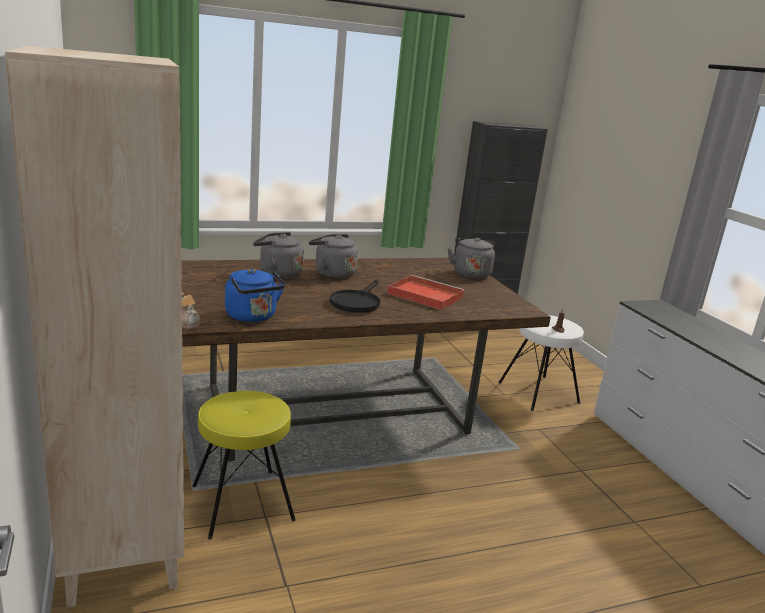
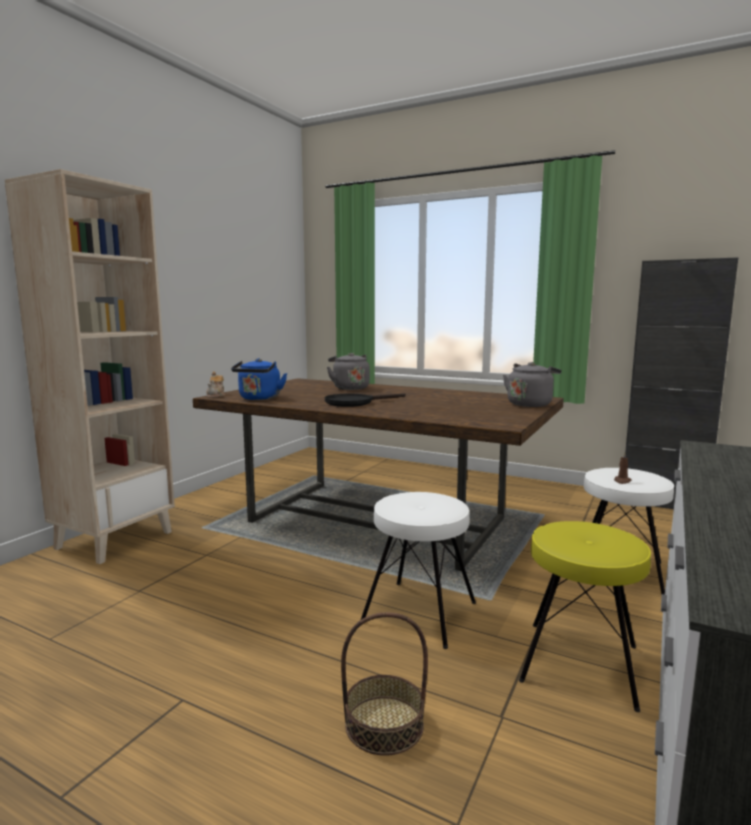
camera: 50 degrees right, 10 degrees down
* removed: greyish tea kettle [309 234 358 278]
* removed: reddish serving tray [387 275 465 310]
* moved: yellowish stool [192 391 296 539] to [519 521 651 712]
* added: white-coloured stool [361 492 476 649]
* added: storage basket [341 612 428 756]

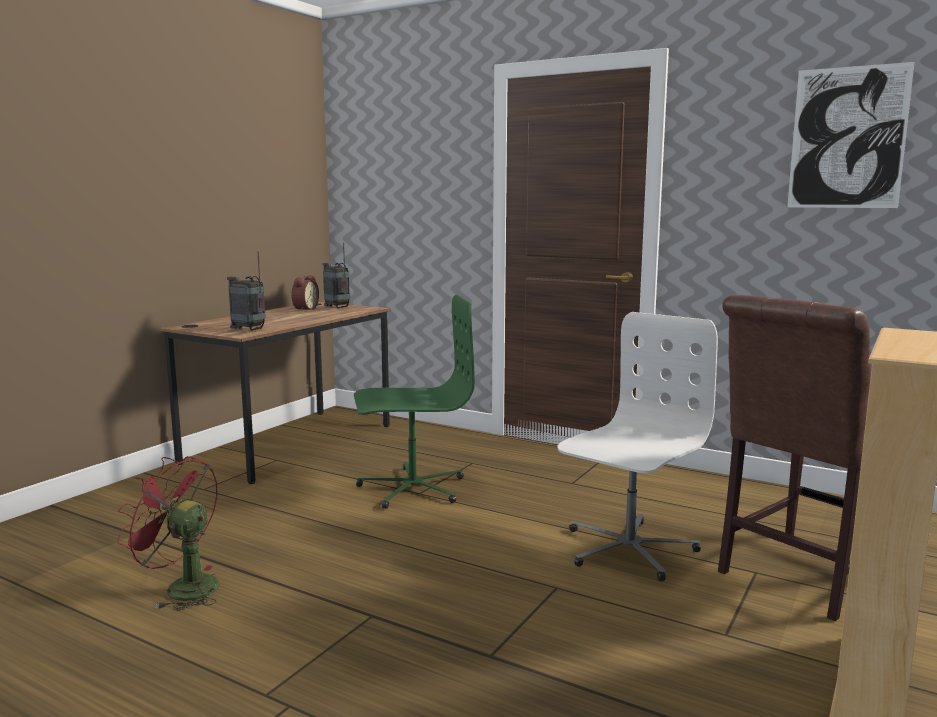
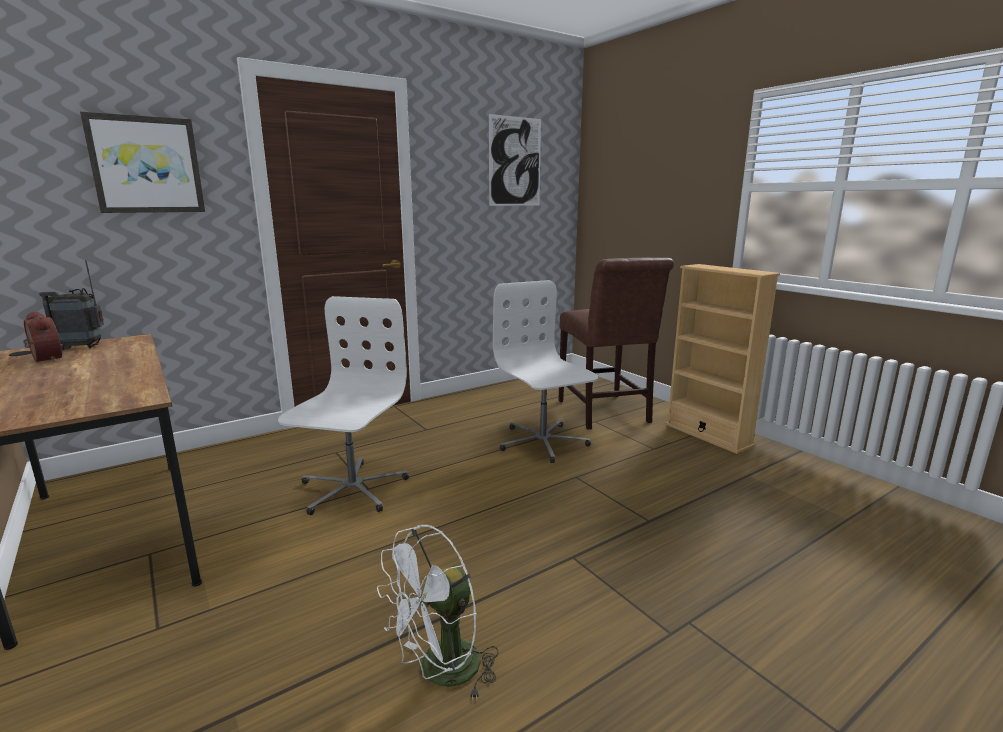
camera: 65 degrees left, 5 degrees up
* removed: radio receiver [227 252 266 331]
* recoloured: greenish office chair [354 294 475 509] to white-coloured office chair [278 296 409 515]
* recoloured: reddish fan [117 456 220 611] to white-coloured fan [377 525 499 701]
* added: wall picture [80 112 205 213]

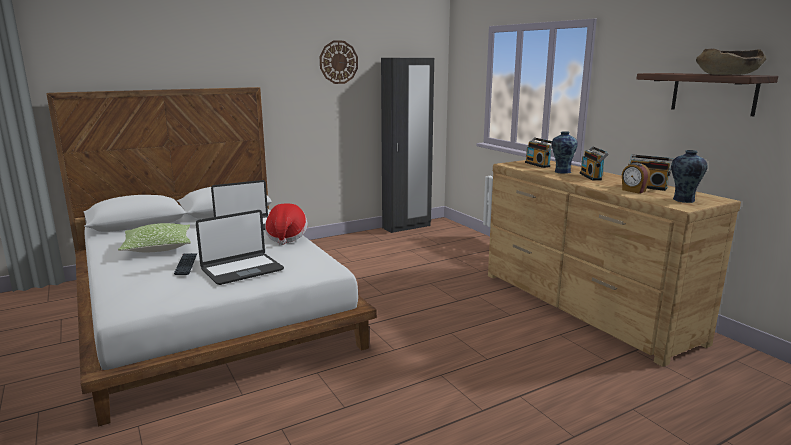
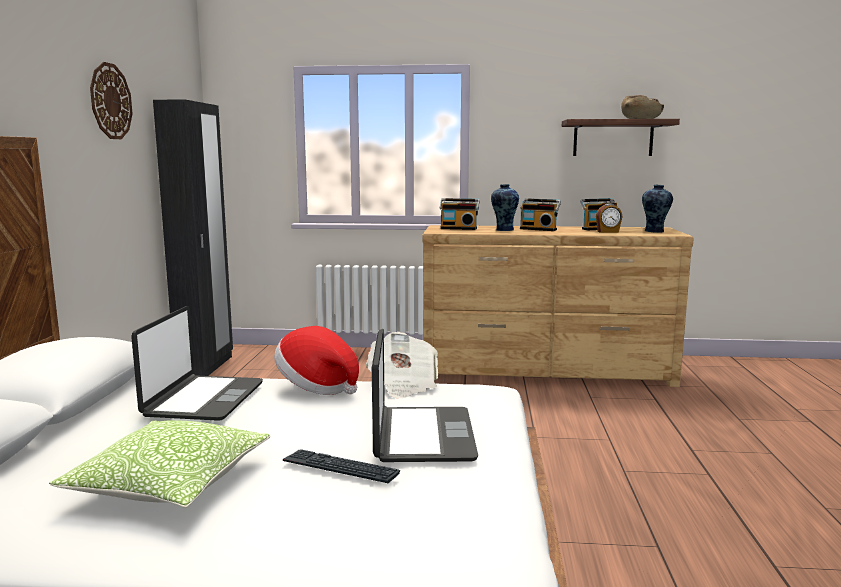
camera: 55 degrees left, 5 degrees down
* added: daily paper [366 332 438 399]

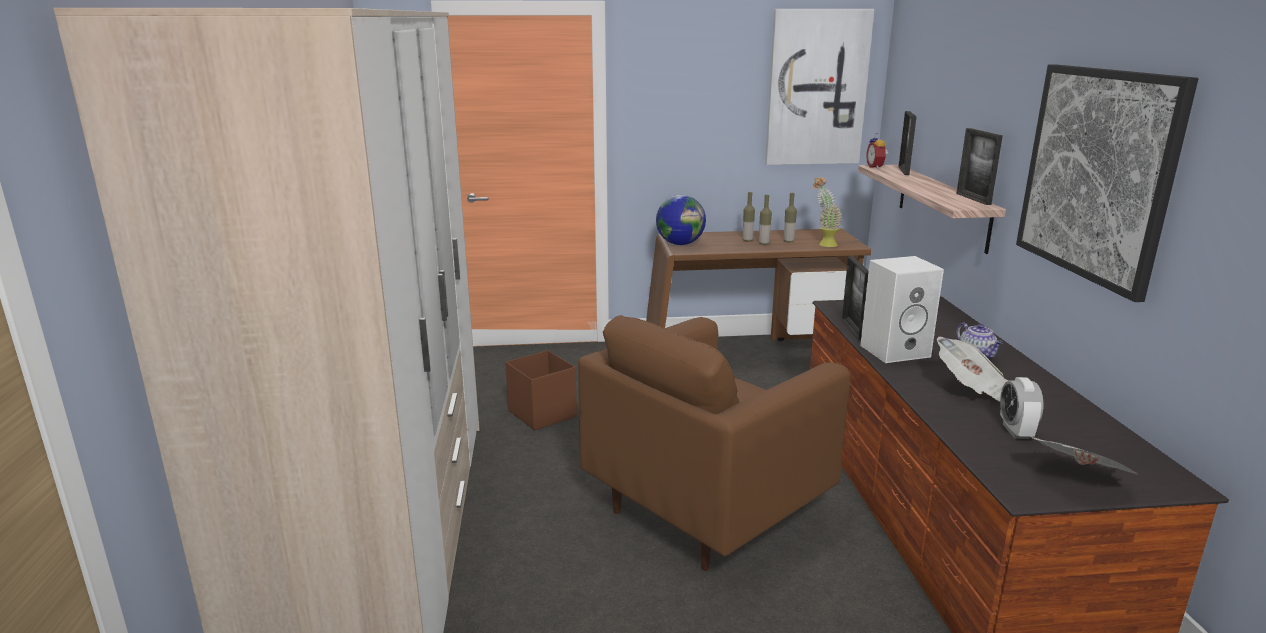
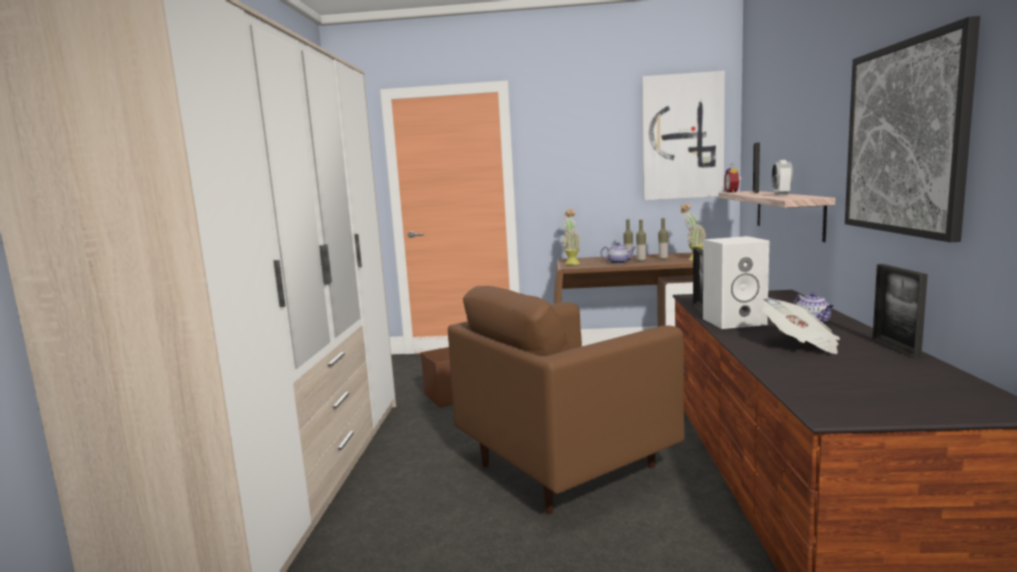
camera: 10 degrees right, 10 degrees down
* moved: picture frame [957 128 1003 205] to [872 264 928 359]
* replaced: desk globe [656 195 706 245] to potted plant [562 209 581 265]
* moved: bedside clock [1000 377 1043 439] to [772 160 793 195]
* removed: daily paper [1031 437 1139 475]
* added: tea pot [601 242 636 264]

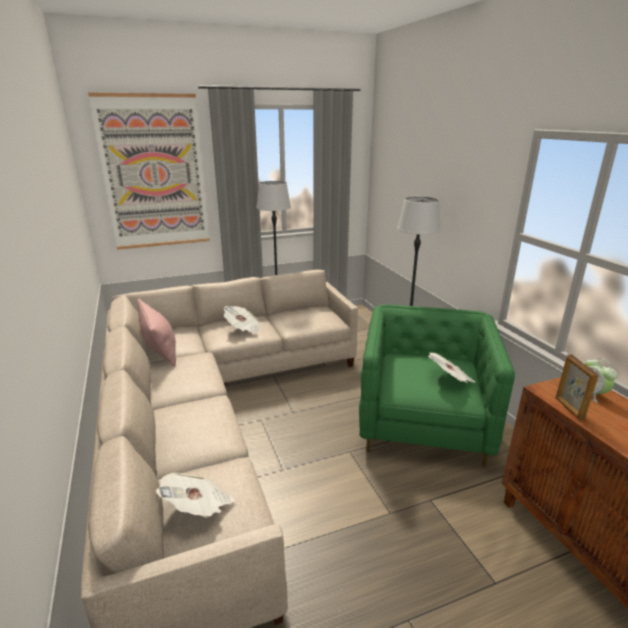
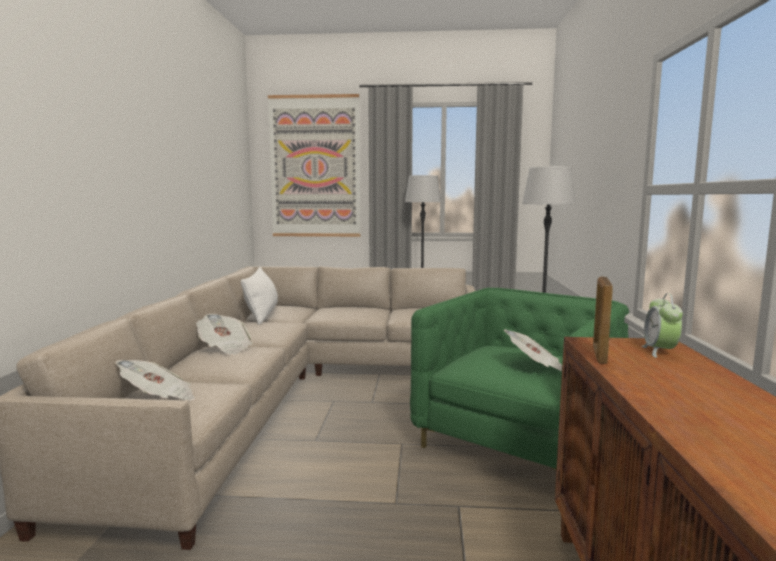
camera: 25 degrees right, 15 degrees down
* recoloured: pinkish throw pillow [137 299 176 367] to white-coloured throw pillow [241 267 278 325]
* moved: daily paper [224 306 261 334] to [196 313 253 355]

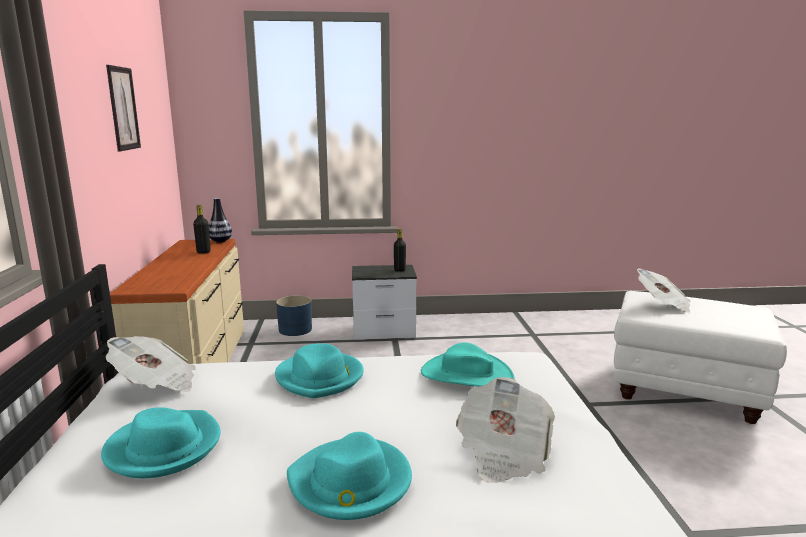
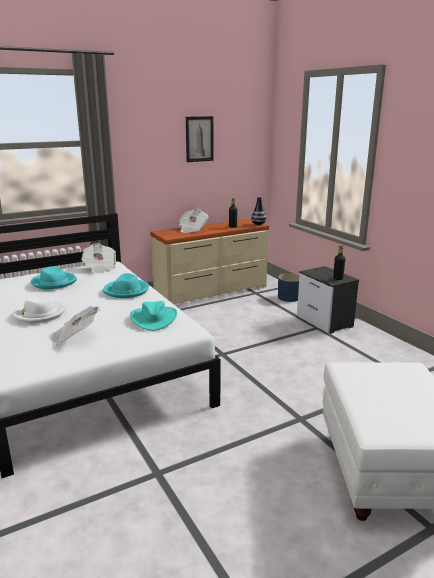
camera: 65 degrees right, 5 degrees up
* moved: daily paper [637 268 691 313] to [179 209 209 233]
* recoloured: turquoise-coloured hat [287 432 412 520] to white-coloured hat [13 297 66 323]

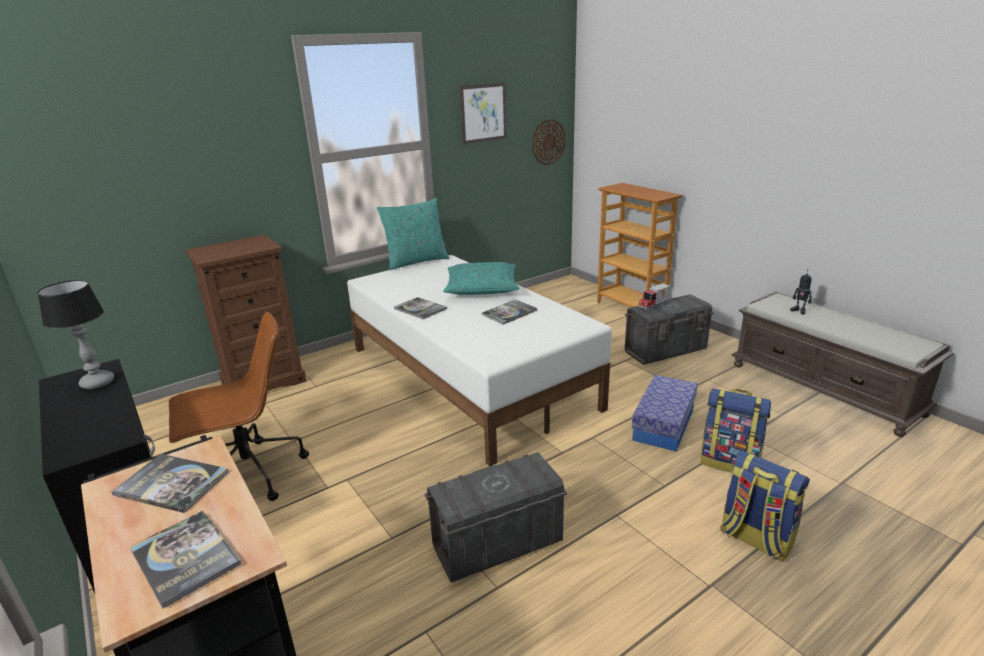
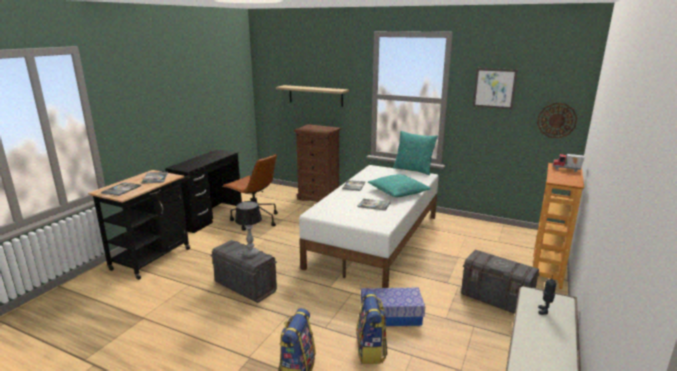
camera: 60 degrees right, 5 degrees down
* moved: table lamp [38 280 114 389] to [235 201 262 257]
* moved: toy lorry [638 283 670 312] to [553 154 585 172]
* added: bracket shelf [276 85 349 107]

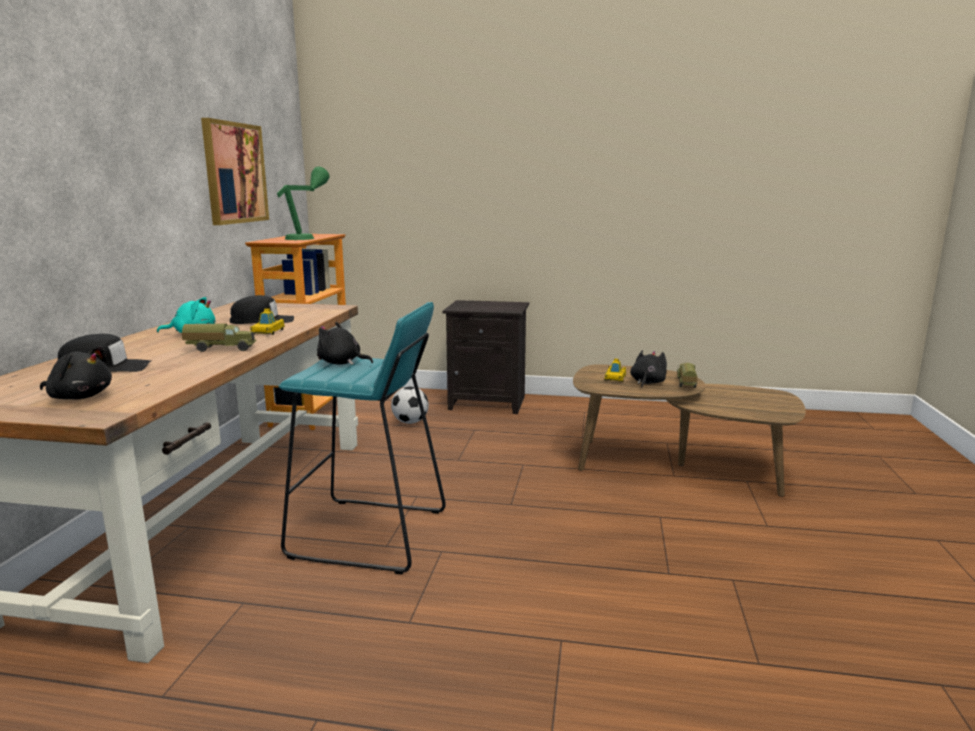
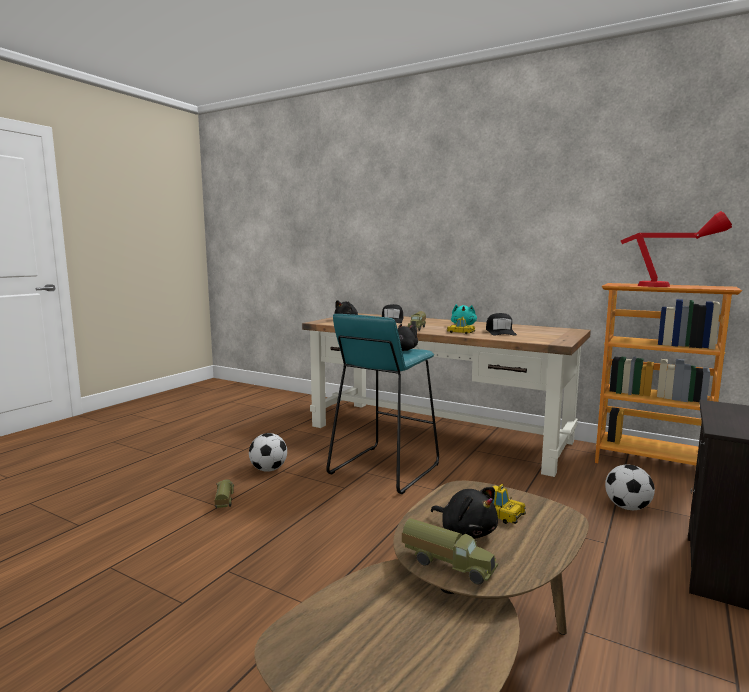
camera: 110 degrees right, 5 degrees down
* removed: wall picture [201 118 269 225]
* recoloured: greenish table lamp [277 166 329 240] to reddish table lamp [620 211 732 287]
* added: ball for football [249 433 287 472]
* added: toy lorry [215 479 234 508]

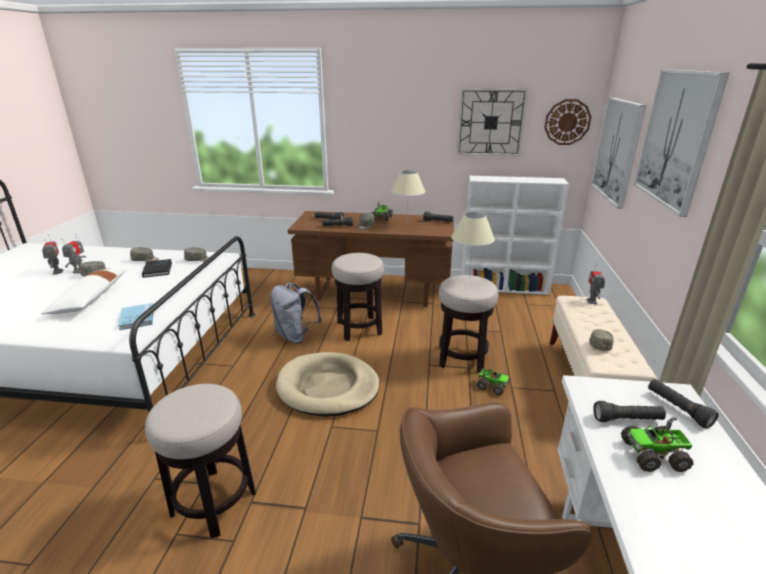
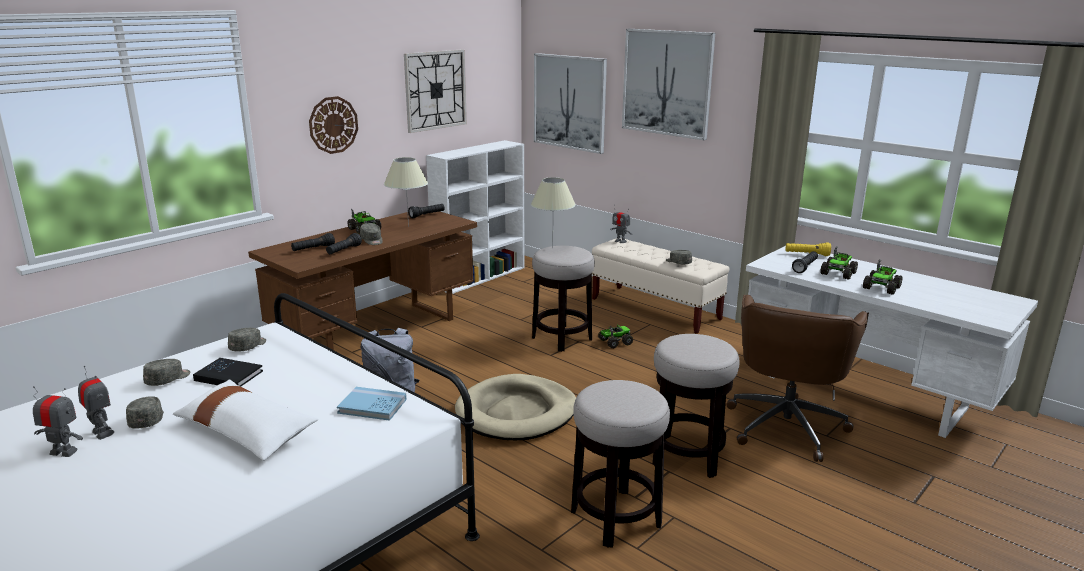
camera: 55 degrees left, 5 degrees down
* moved: wall clock [545 99 591 145] to [309 96 358 154]
* moved: stool [332 253 384 341] to [652 334 739 478]
* recoloured: blackish hand torch [648 379 719 428] to yellowish hand torch [786 242 831 256]
* added: toy lorry [863 259 903 295]

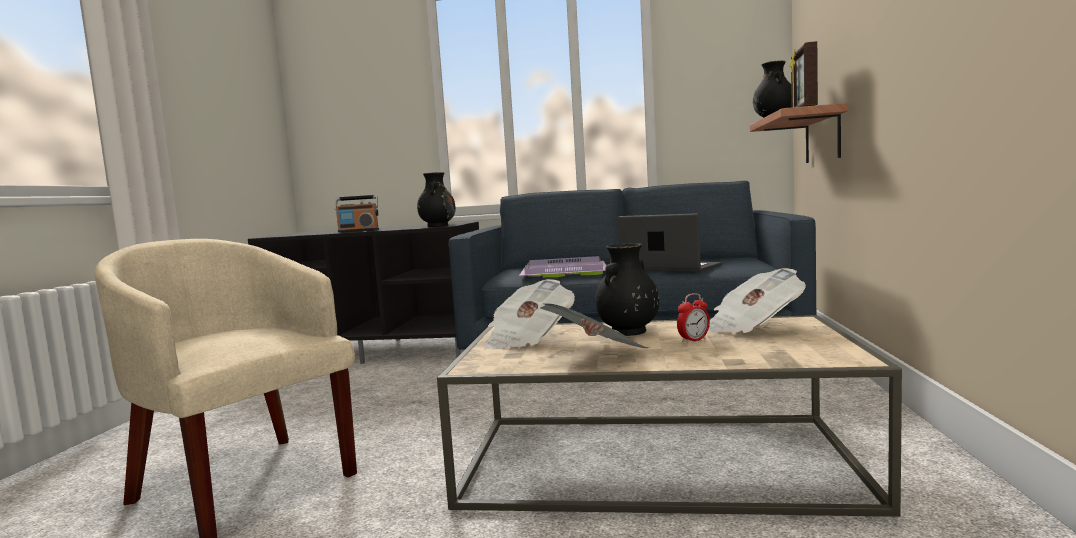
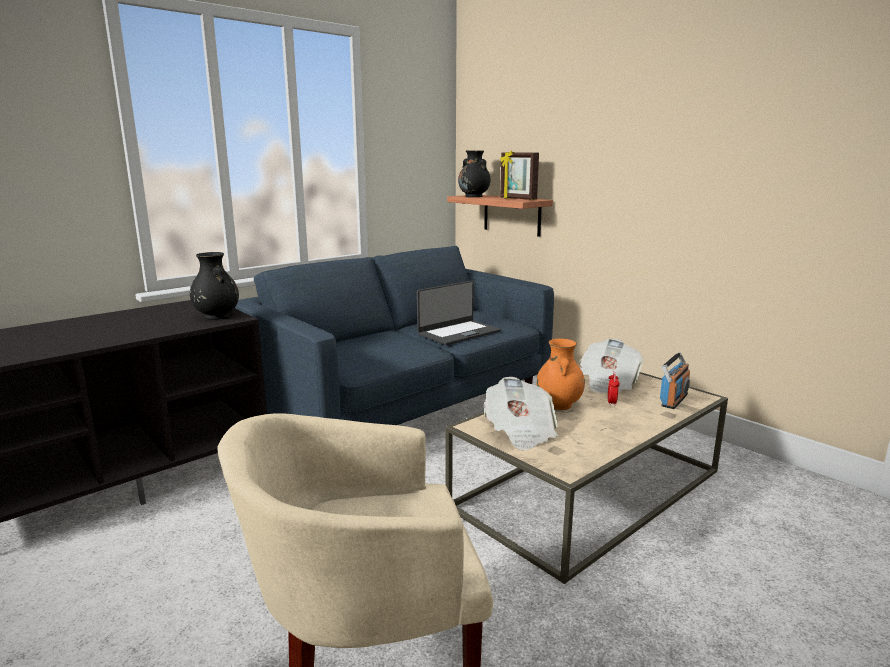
camera: 50 degrees left, 10 degrees up
* moved: radio receiver [335 195 379 233] to [660 352 690 409]
* turned: laptop [617 213 723 272] = [417 281 501 345] 150 degrees clockwise
* recoloured: blackish vase [595 243 659 336] to orange vase [536 339 585 410]
* removed: purple-coloured serving tray [519 256 606 277]
* removed: daily paper [540 303 649 348]

